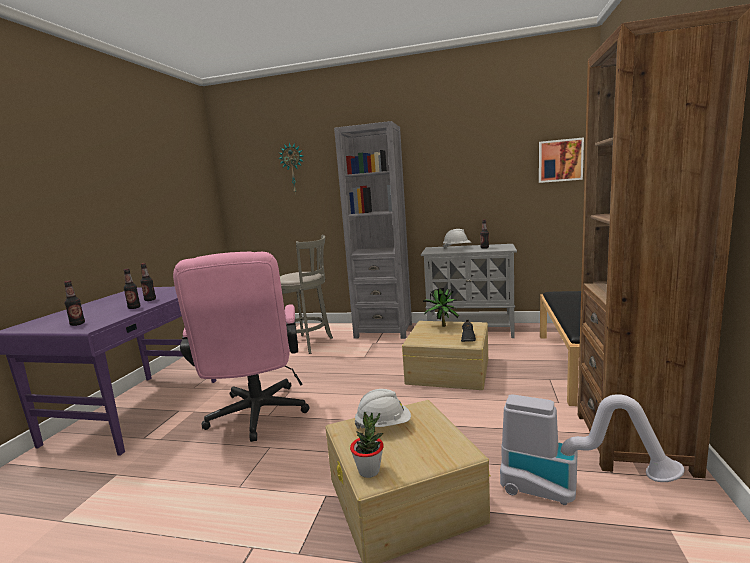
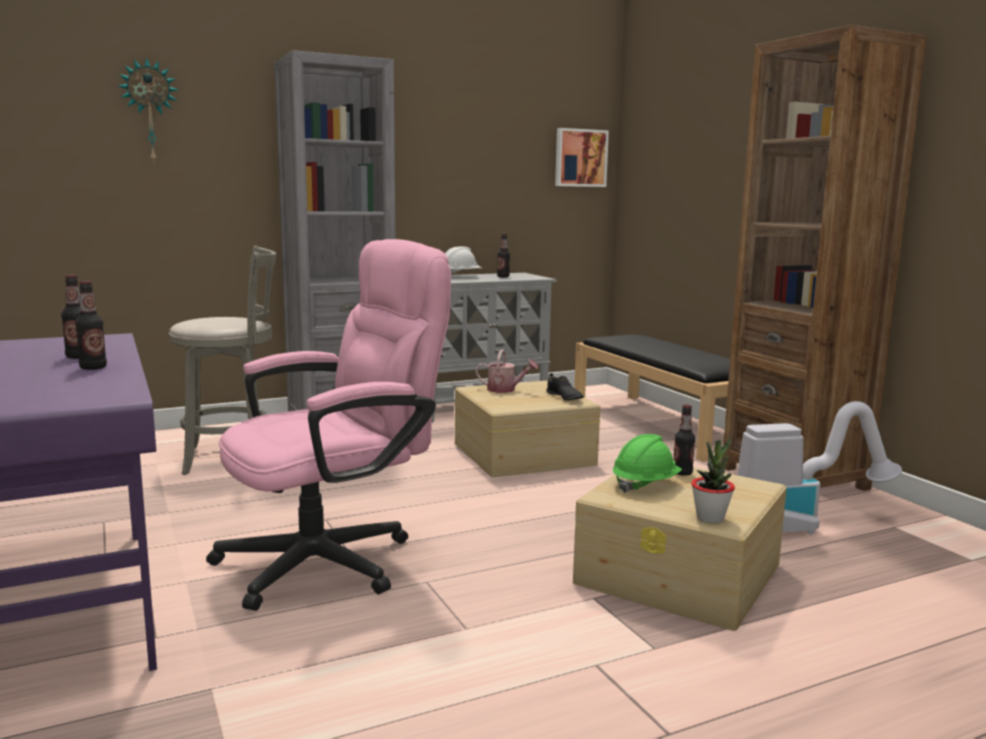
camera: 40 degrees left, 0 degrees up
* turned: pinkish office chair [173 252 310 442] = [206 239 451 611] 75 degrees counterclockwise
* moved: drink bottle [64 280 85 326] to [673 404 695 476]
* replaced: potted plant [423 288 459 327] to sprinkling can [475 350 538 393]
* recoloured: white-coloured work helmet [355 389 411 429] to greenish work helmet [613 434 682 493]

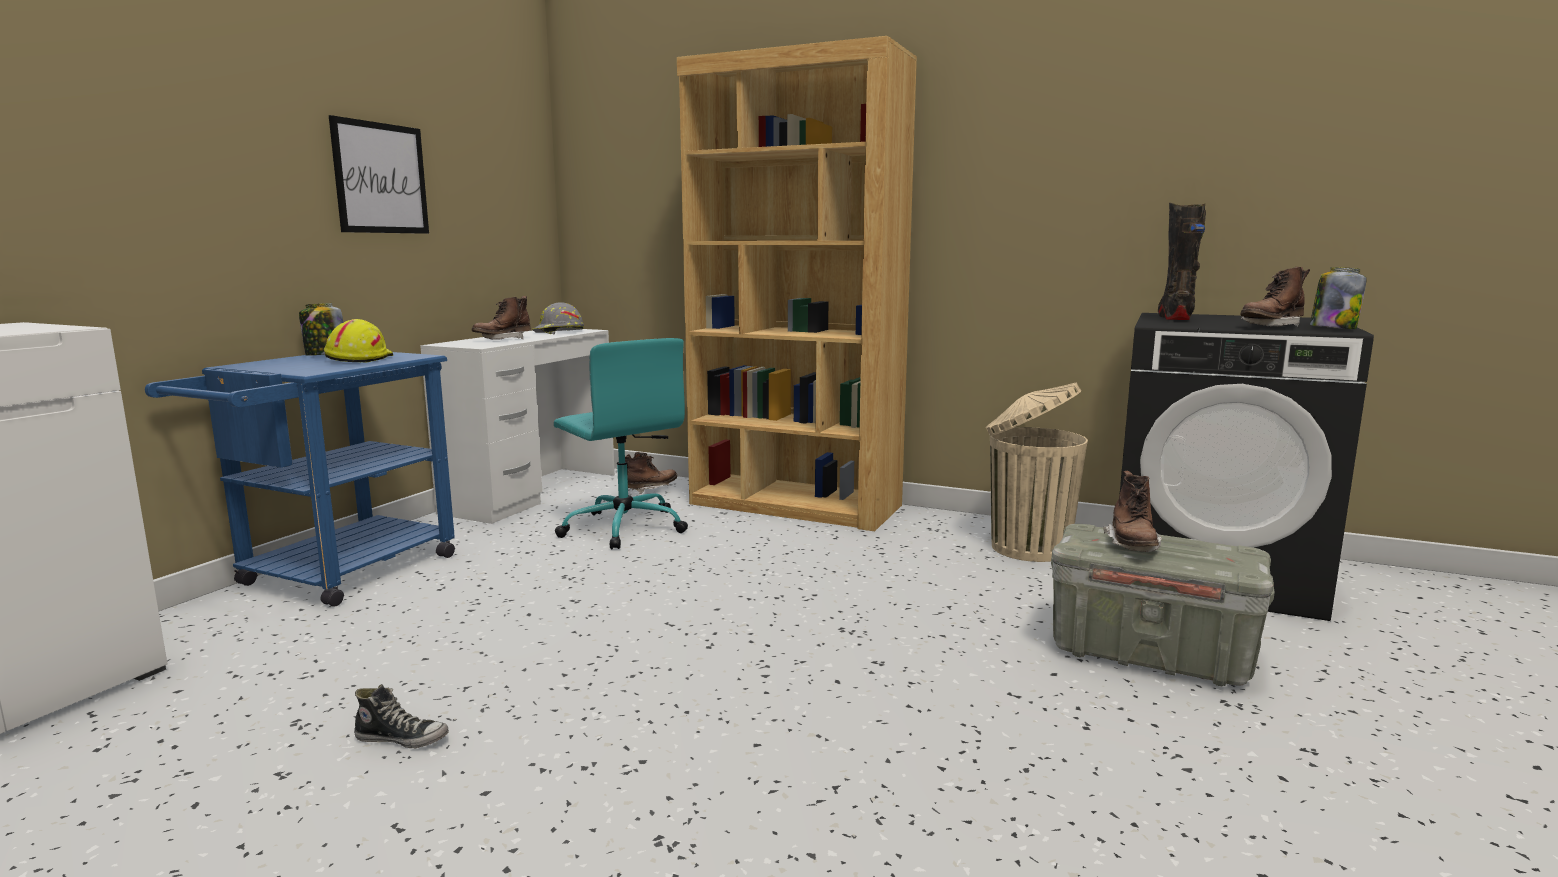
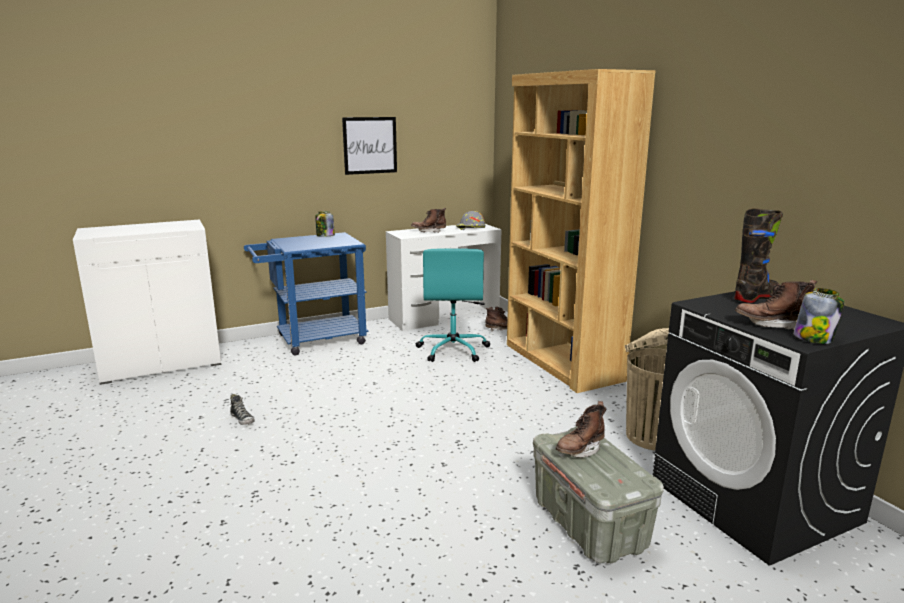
camera: 40 degrees right, 5 degrees up
* removed: yellowish work helmet [324 319 393 362]

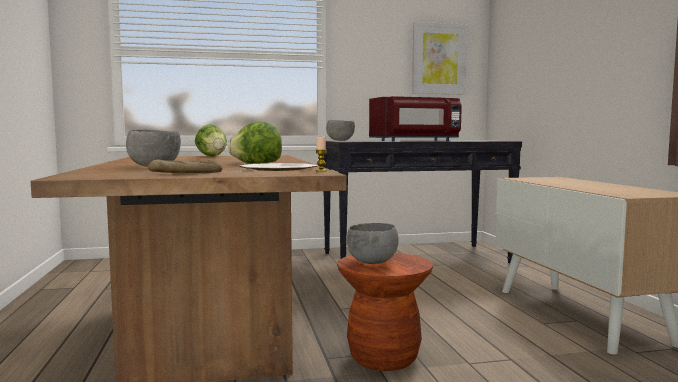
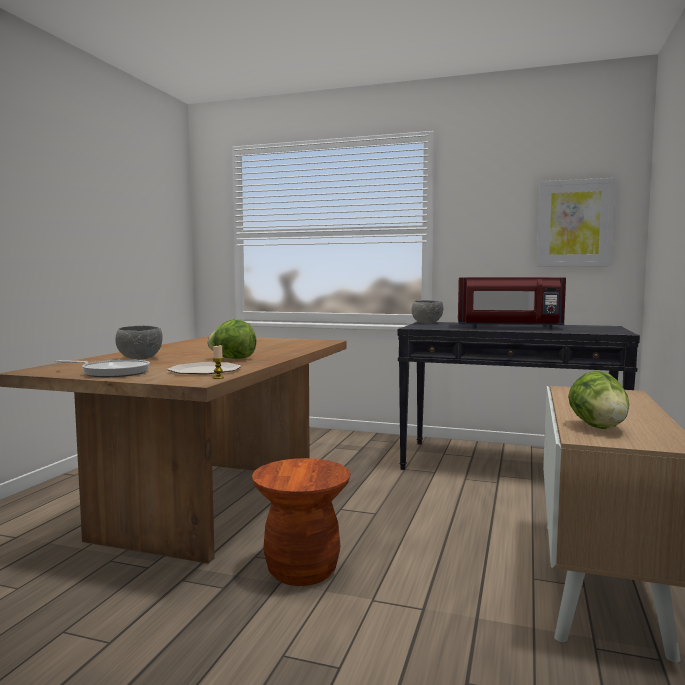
camera: 30 degrees right, 0 degrees up
* moved: lettuce head [195 124 227 157] to [568 370 629 429]
* replaced: bakery bread [148 160 222 173] to frying pan [55 360 150 377]
* removed: greyish bowl [347 223 399 264]

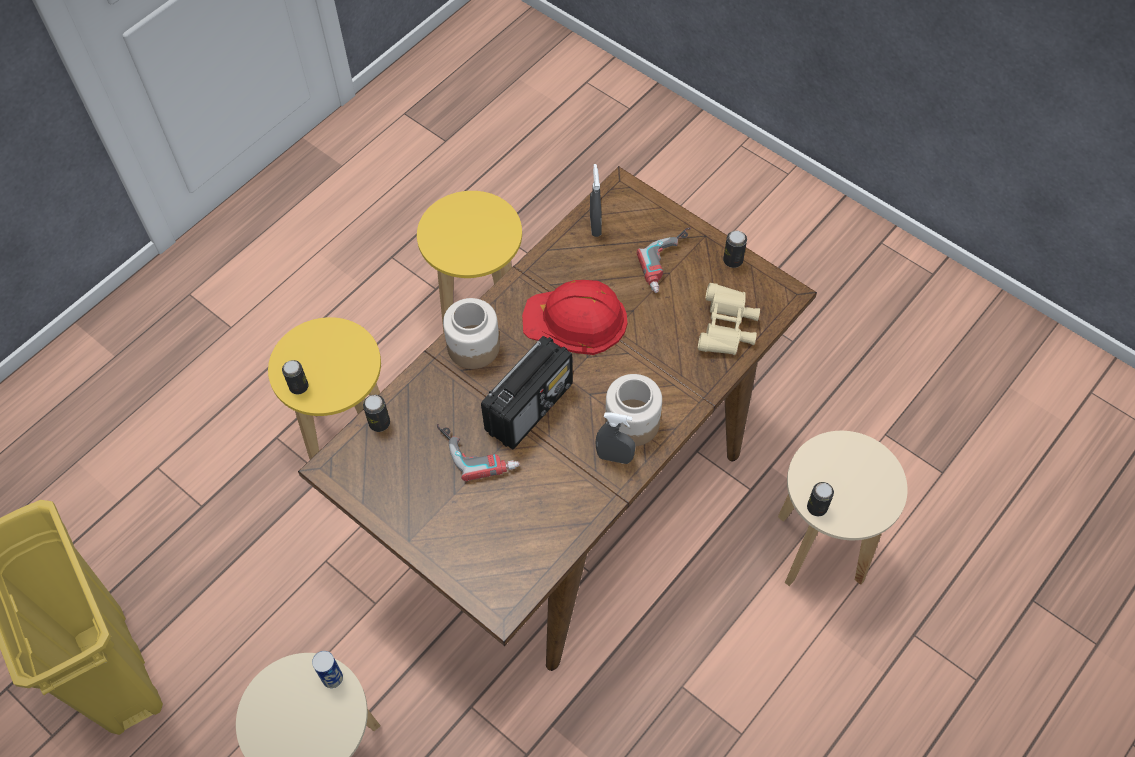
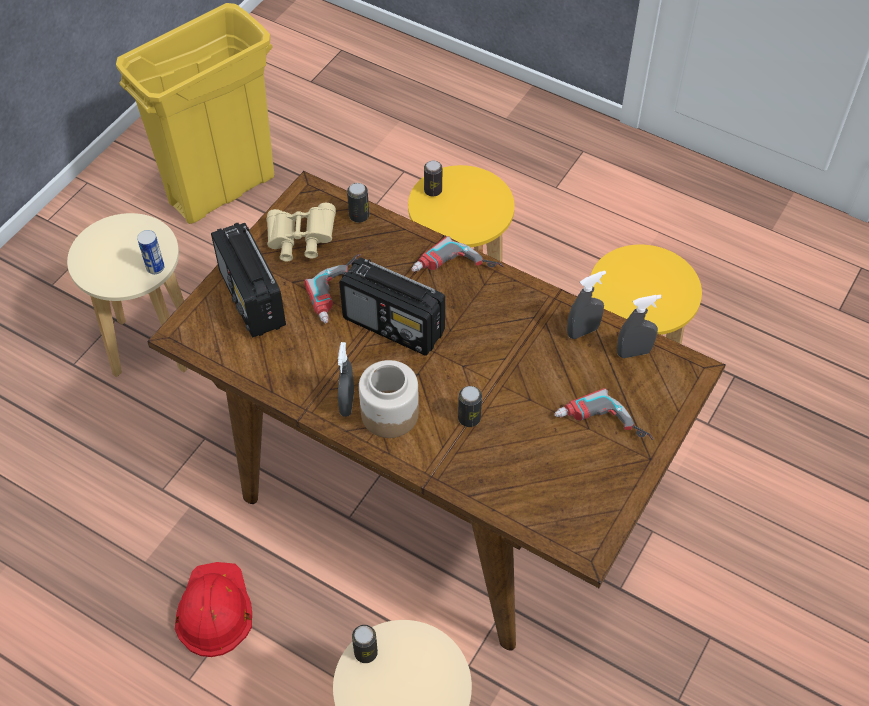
camera: 80 degrees right, 5 degrees down
* moved: metal can [723 230 747 268] to [458 386 482 427]
* moved: reddish work helmet [522 280 627 355] to [175 562 252 657]
* moved: beige-coloured pair of binoculars [698 283 760 355] to [266 203 336 262]
* replaced: preserve jar [443 298 500 369] to drill [411 236 504 272]
* added: radio receiver [211 223 286 338]
* added: greyish spray bottle [567 270 606 339]

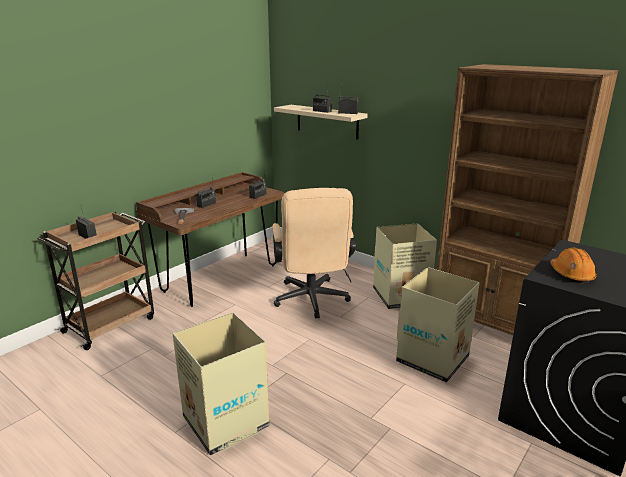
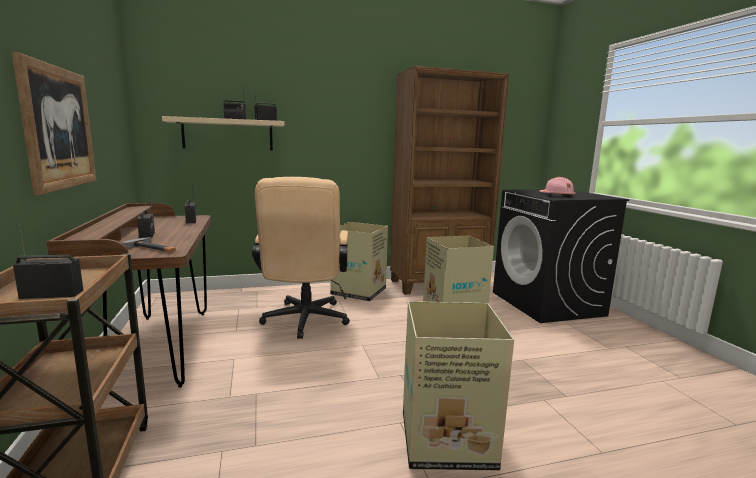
camera: 55 degrees left, 10 degrees down
* turned: beige-coloured office chair [272 188 356 319] = [252 177 350 339] 60 degrees clockwise
* recoloured: orange work helmet [550 248 597 283] to pinkish work helmet [539 177 576 197]
* added: wall picture [12 52 97 195]

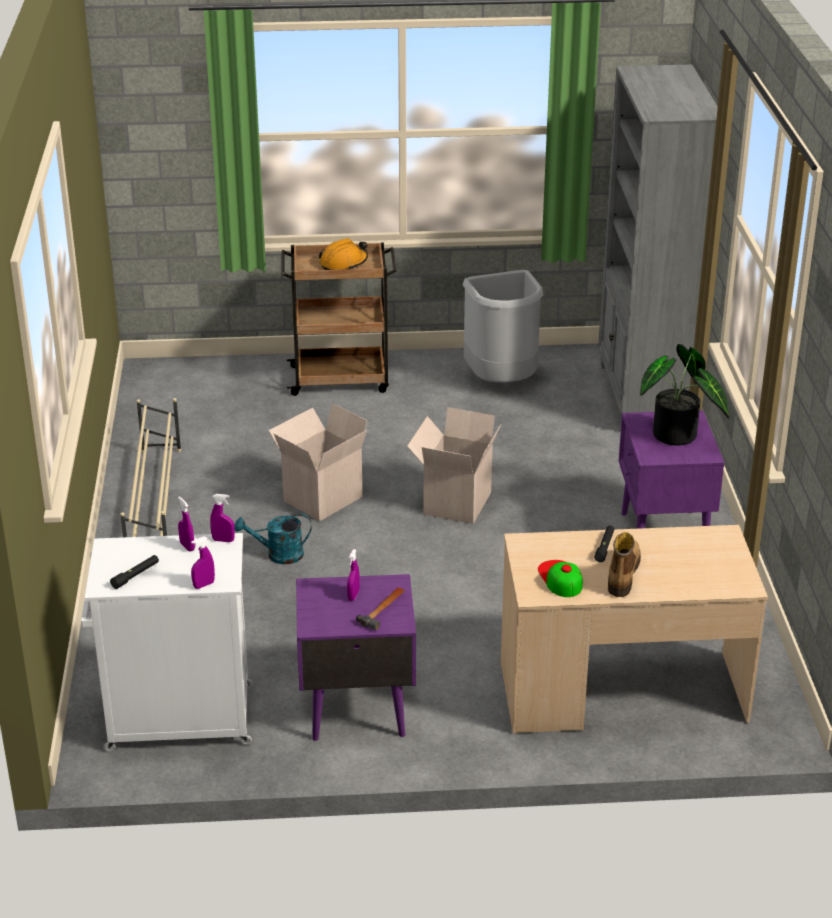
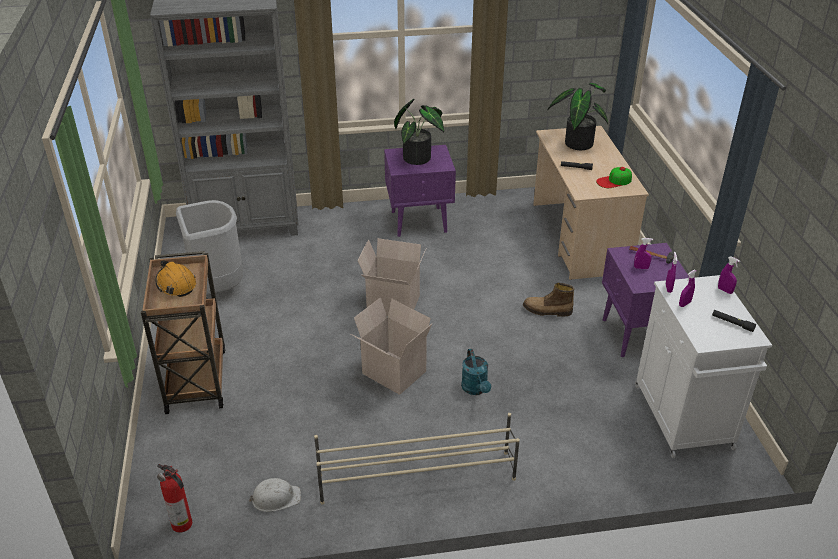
camera: 95 degrees left, 5 degrees up
* moved: tall boot [608 532 641 597] to [523 283 574 316]
* added: potted plant [547 83 608 150]
* added: fire extinguisher [157 464 192 533]
* added: white-coloured work helmet [248 478 301 512]

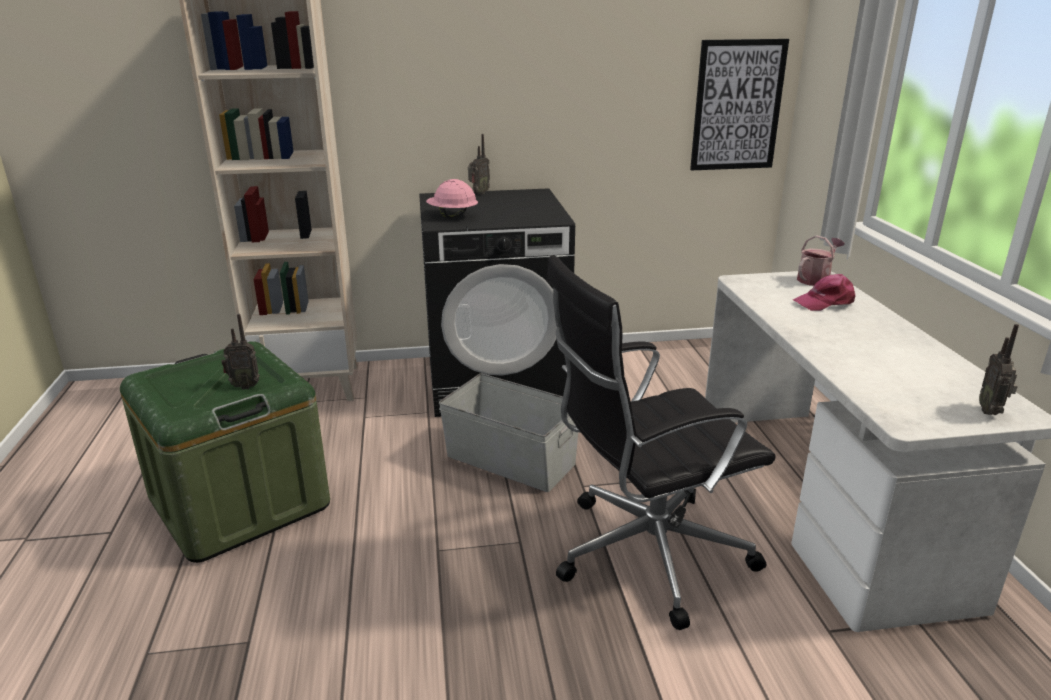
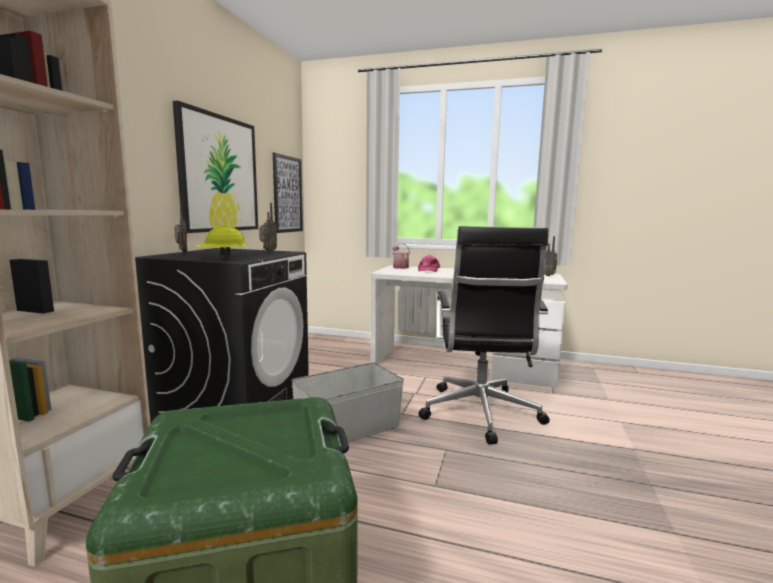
camera: 65 degrees left, 15 degrees down
* recoloured: pinkish work helmet [426 179 478 218] to yellowish work helmet [196 225 247 259]
* moved: radio receiver [221 314 260 389] to [259 203 277 252]
* added: wall picture [173 101 258 233]

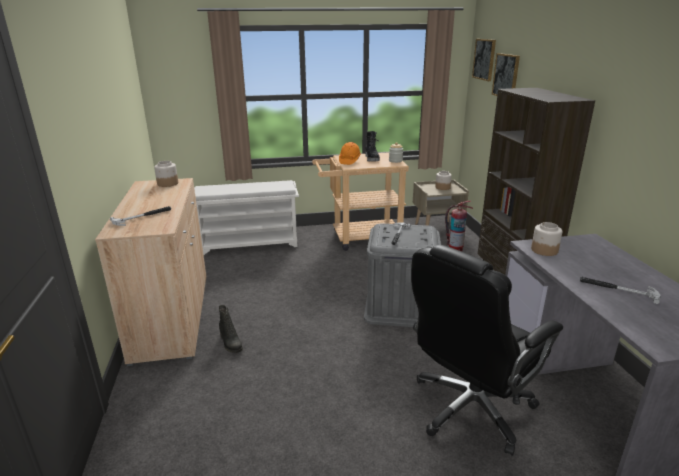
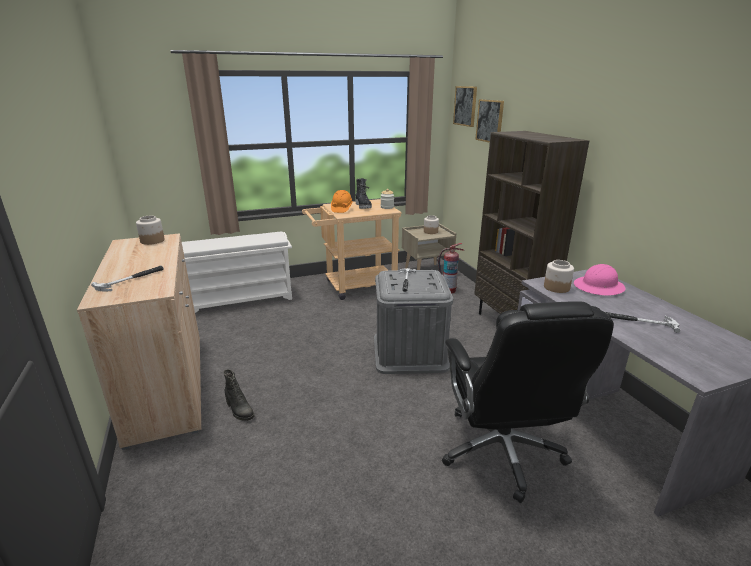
camera: 10 degrees left, 0 degrees up
* turned: blackish office chair [411 245 563 456] = [442 301 614 503] 45 degrees counterclockwise
* added: pinkish work helmet [574 264 626 296]

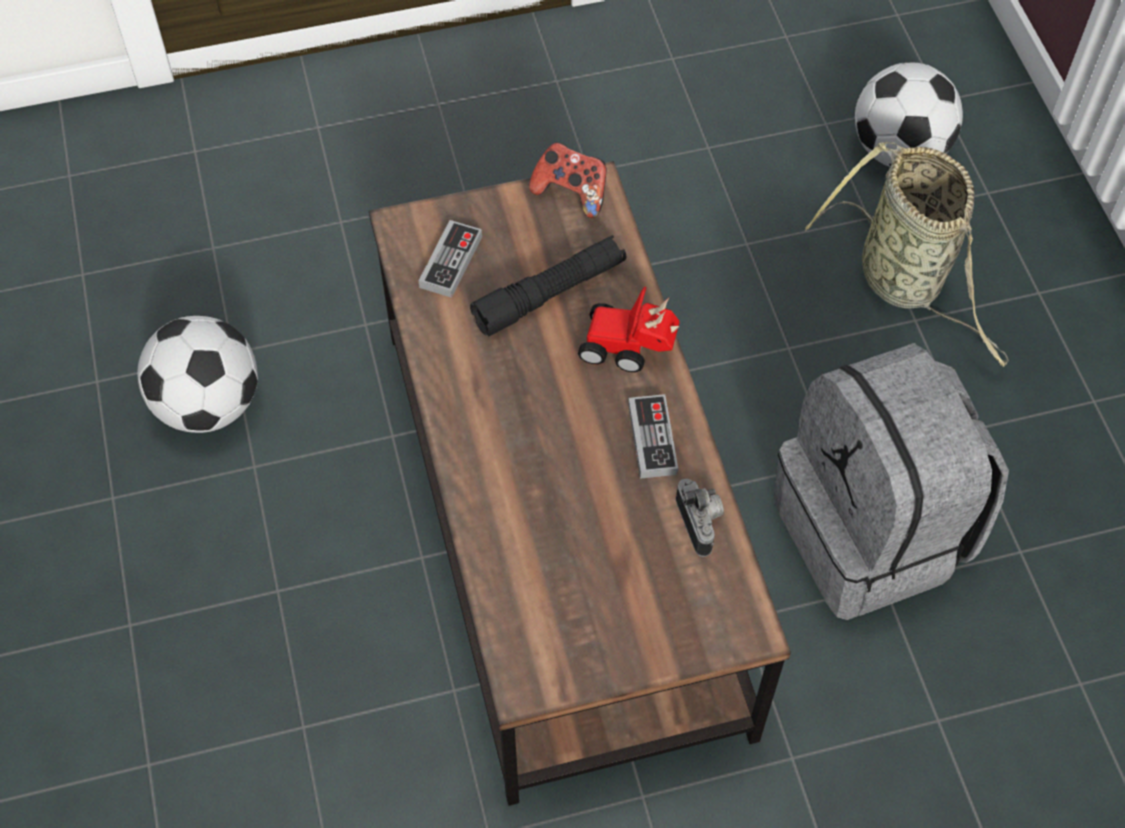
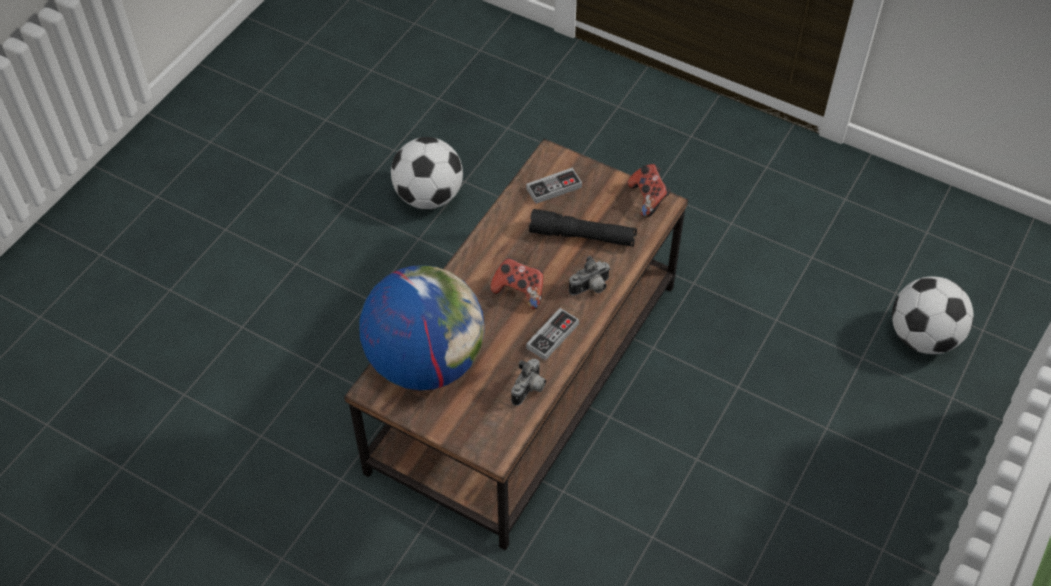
camera: 45 degrees right, 5 degrees down
* removed: storage basket [805 142 1009 367]
* replaced: model car [578 286 680 372] to still camera [569 256 611 296]
* removed: greyish rucksack [774 343 1009 620]
* added: gamepad [490 258 544 310]
* added: desk globe [359 265 485 390]

